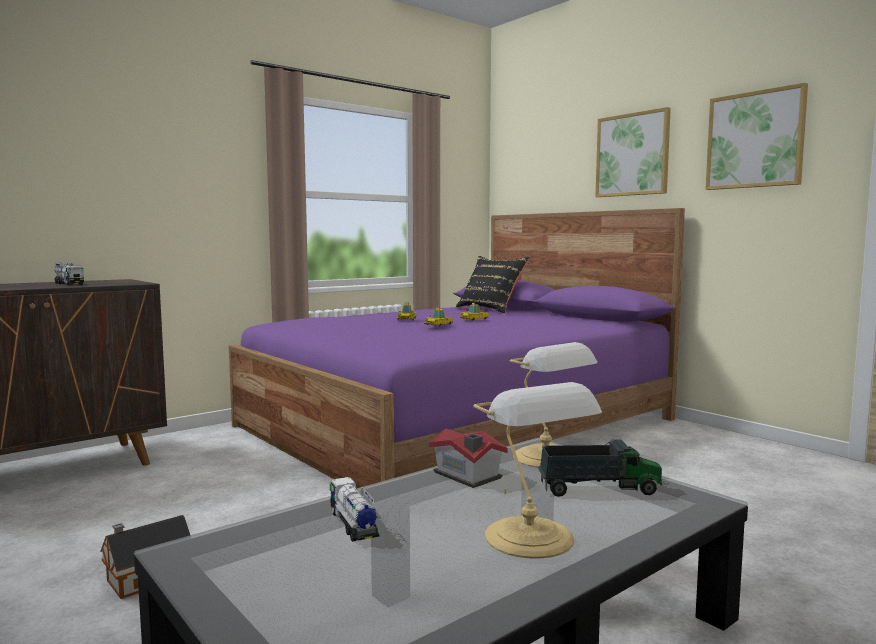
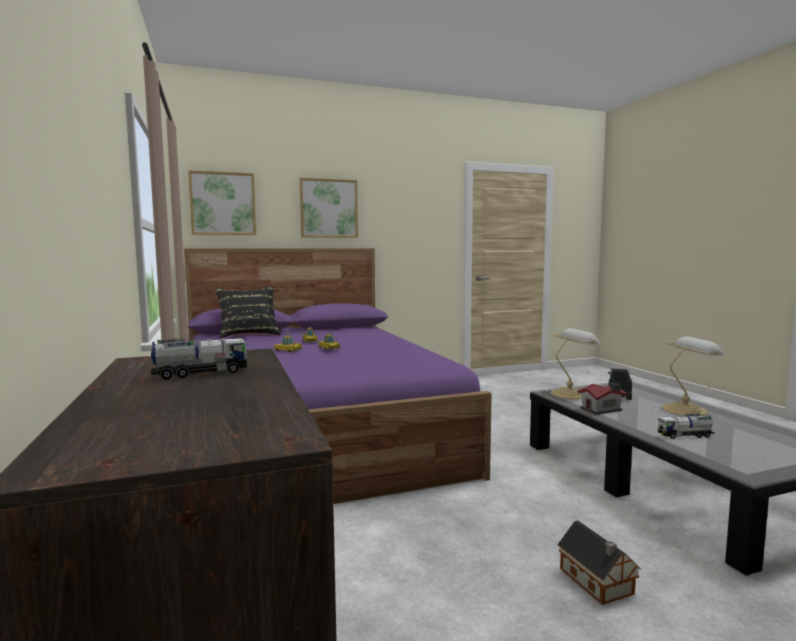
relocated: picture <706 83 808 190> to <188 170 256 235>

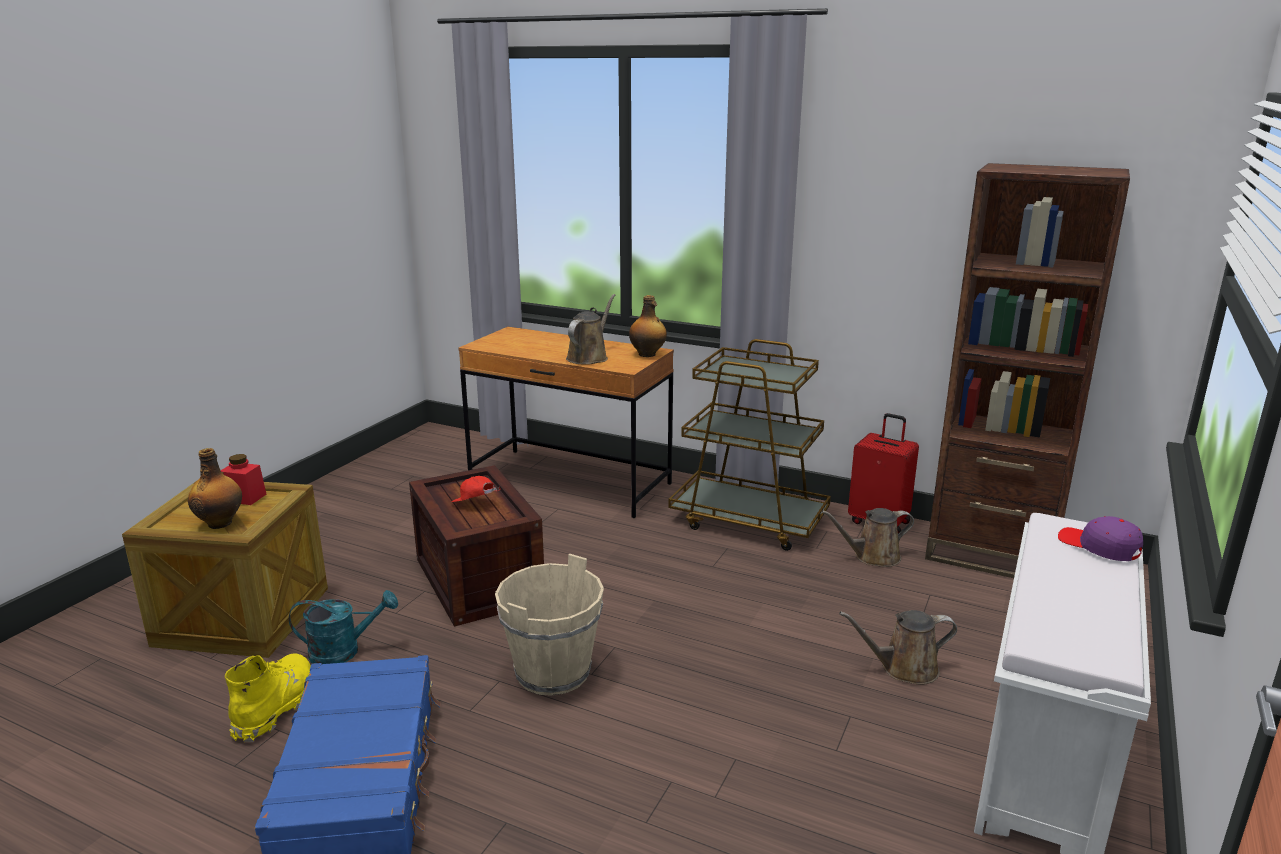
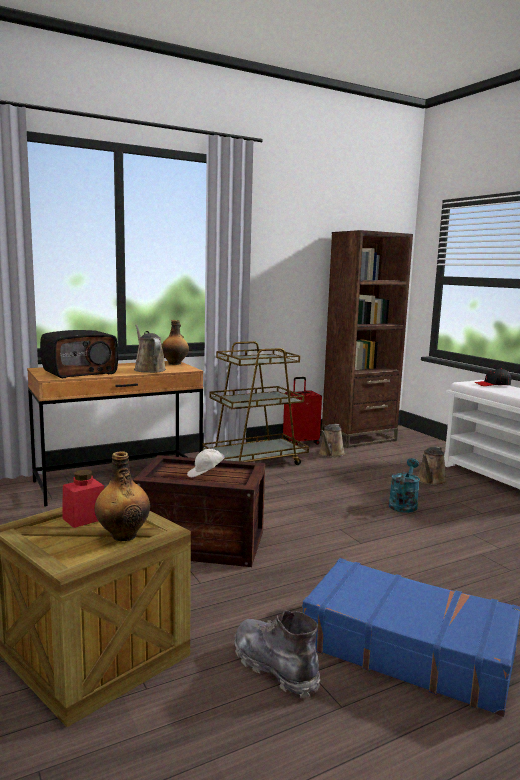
missing: bucket in beige <495 554 604 696>
appeared: radio <40 330 118 378>
relocated: watering can in turquoise <289 590 398 664> to <388 458 420 513>
colour: boot in yellow <225 653 311 742> to boot in grey <234 610 320 698>; cap in red <451 476 501 502> to cap in white <187 449 229 477>; cap in purple <1058 516 1143 561> to cap in black <475 369 511 386>

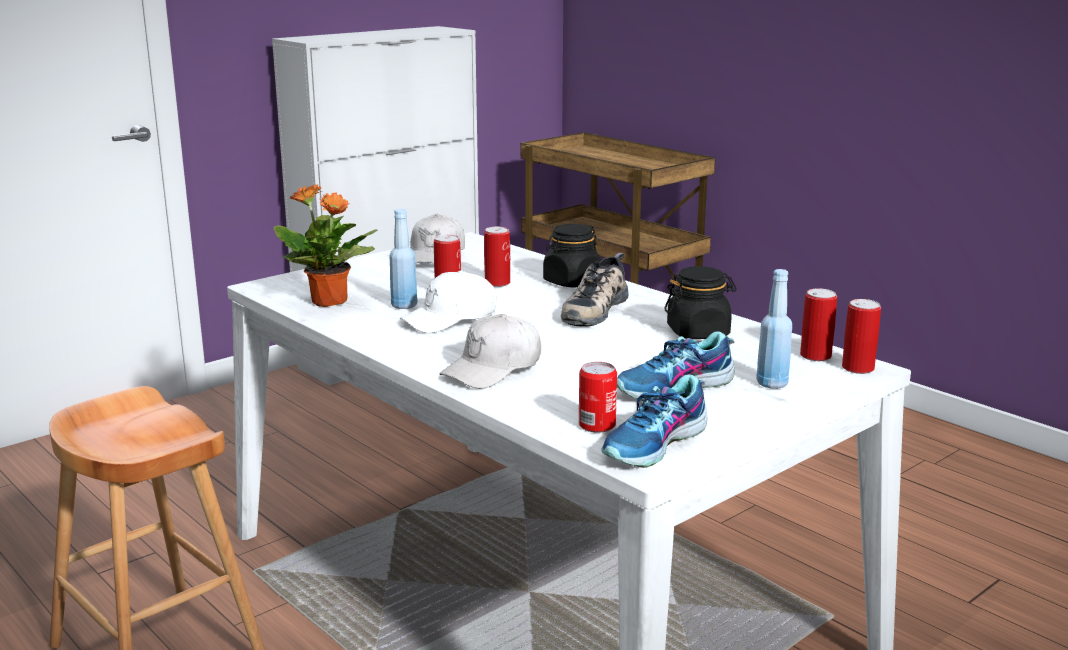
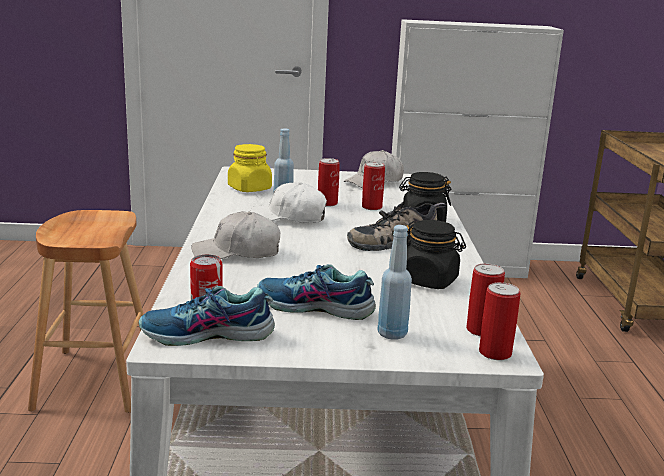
exchanged: potted plant <274 185 378 307> to jar in yellow <228 144 272 192>

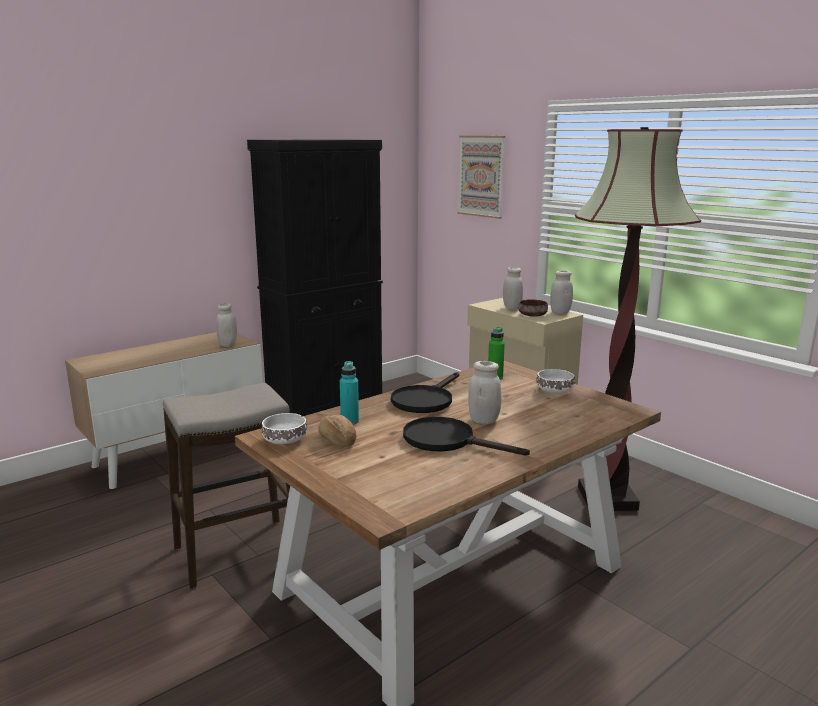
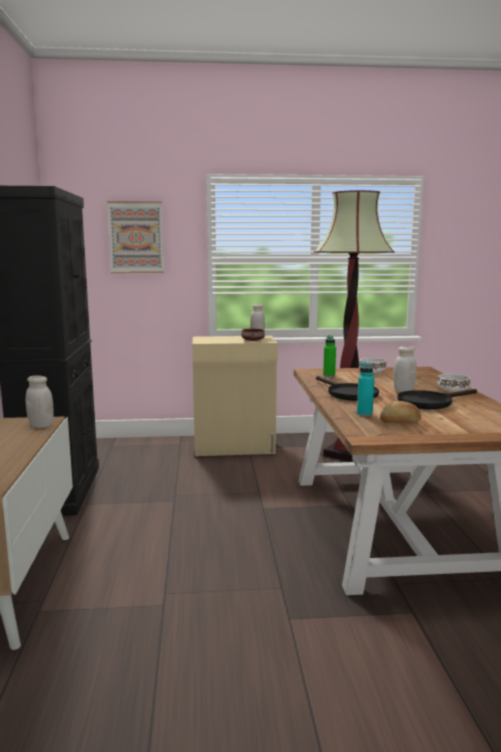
missing: stool <163 383 290 588>; jar in white <503 267 523 310>
relocated: bowl in white <262 413 307 444> to <438 374 470 392>

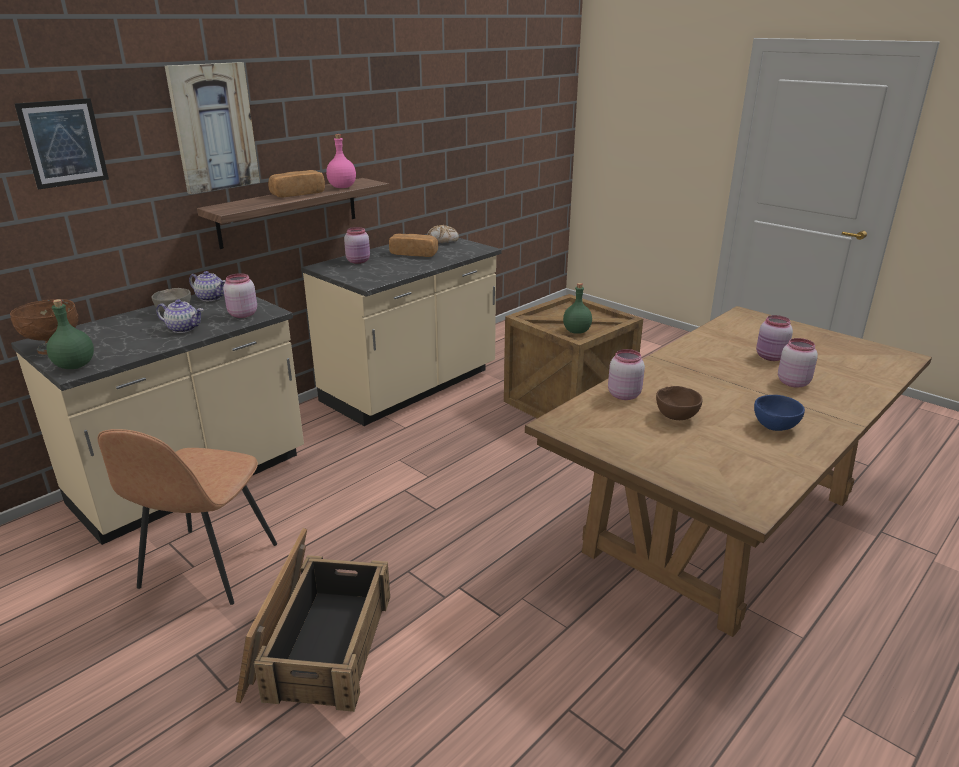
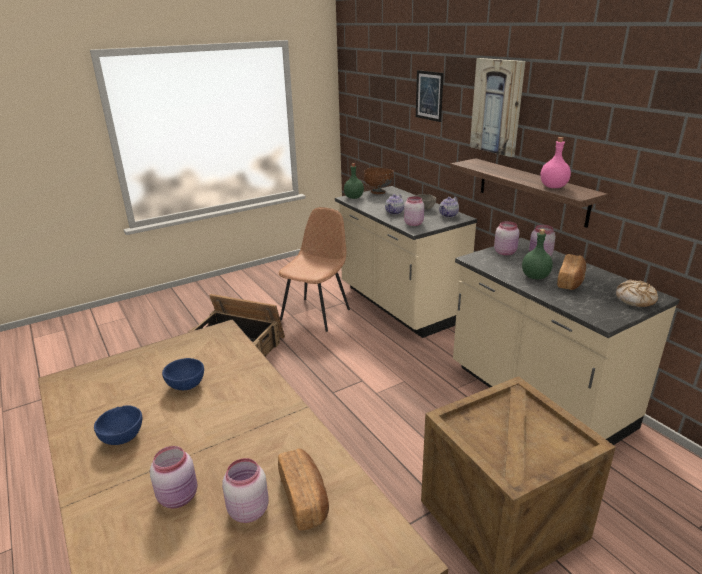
relocated: bread <268 170 325 197> to <278 448 329 531>; bottle in green <563 283 592 334> to <522 229 553 279>; jar in pink <608 349 645 400> to <494 221 519 255>
colour: bowl in brown <656 386 703 420> to bowl in blue <162 358 204 390>
spun: chair in brown <97 429 277 605> = <279 207 350 332> 90 degrees clockwise

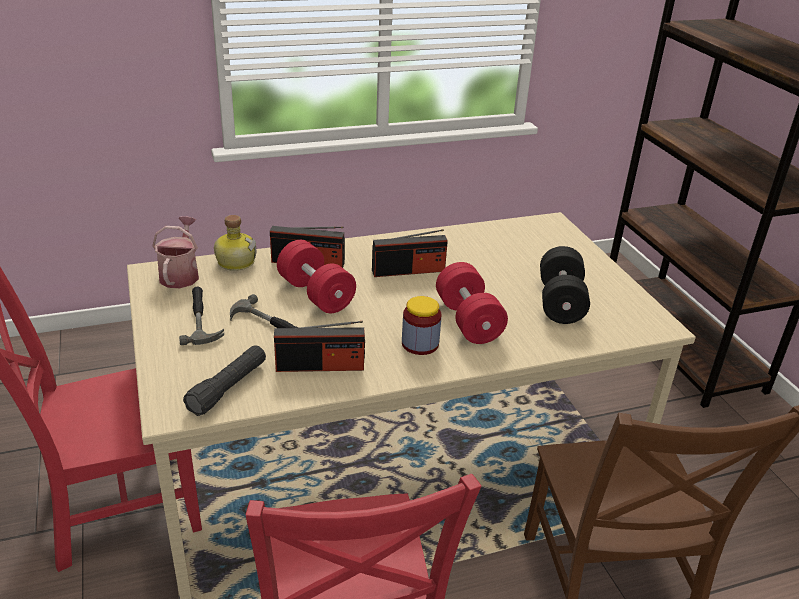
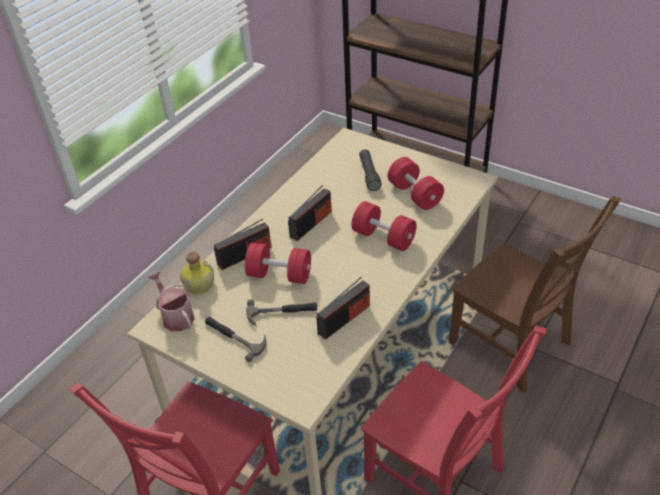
missing: jar <402 296 442 355>
relocated: flashlight in black <183 345 266 416> to <359 149 382 191>
colour: dumbbell in black <540 246 590 324> to dumbbell in red <388 157 444 210>

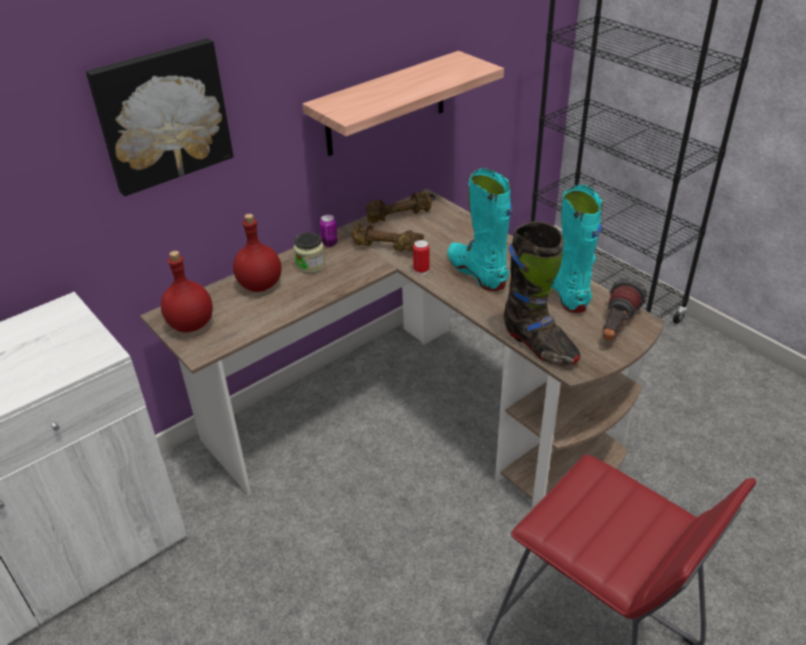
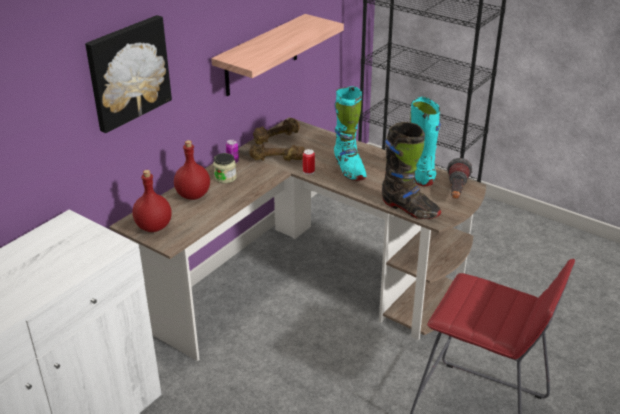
spun: boot in turquoise <447 168 512 291> = <334 86 366 181> 150 degrees counterclockwise

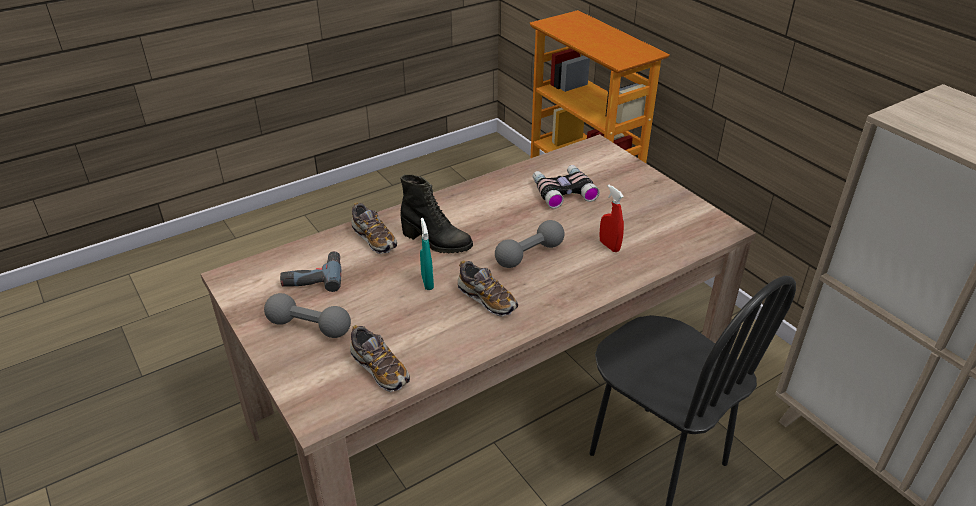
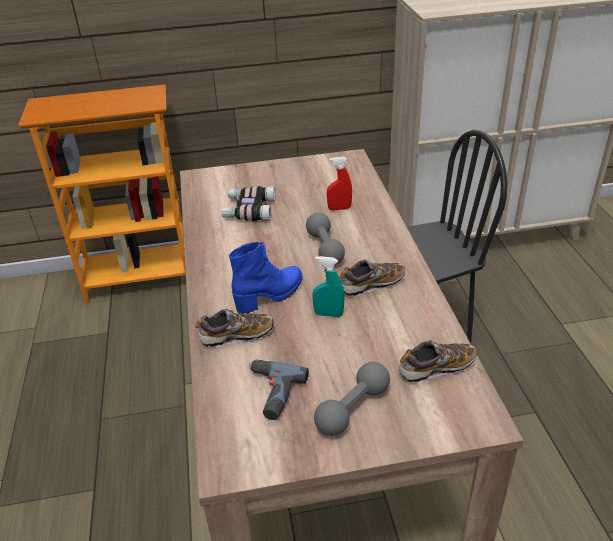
colour: boot in black <400 175 473 253> to boot in blue <229 242 303 314>

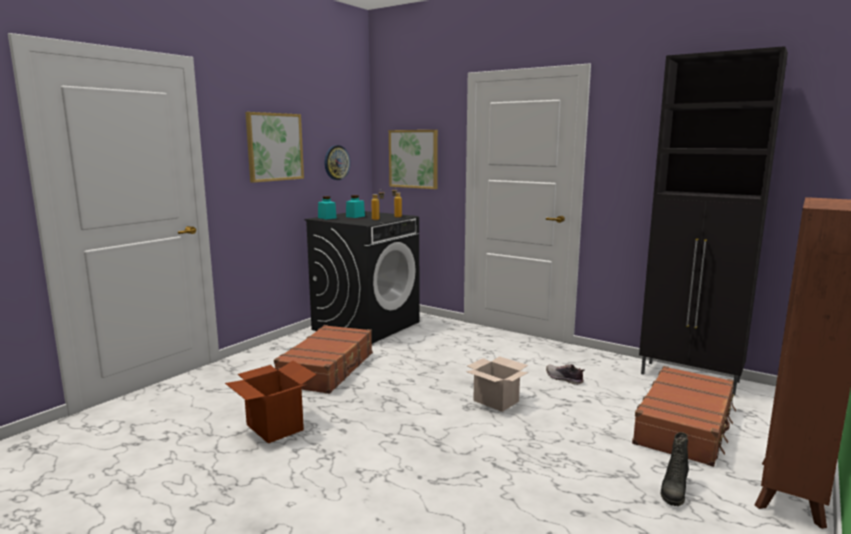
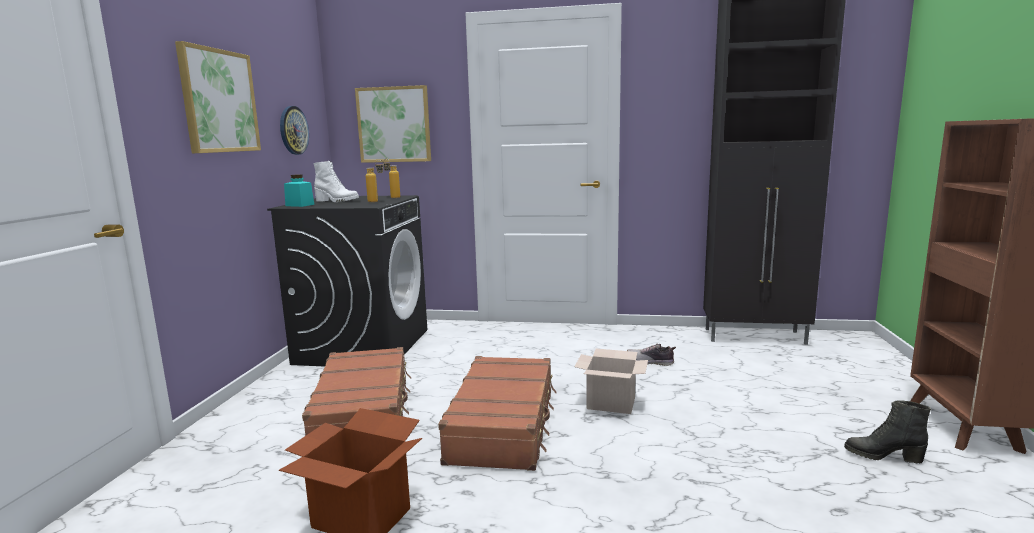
relocated: suitcase in brown <632 366 736 467> to <438 356 557 471>
exchanged: jar in turquoise <346 195 365 218> to boot in white <314 161 359 202>
spun: boot in black <660 432 689 506> = <844 400 931 463> 105 degrees clockwise

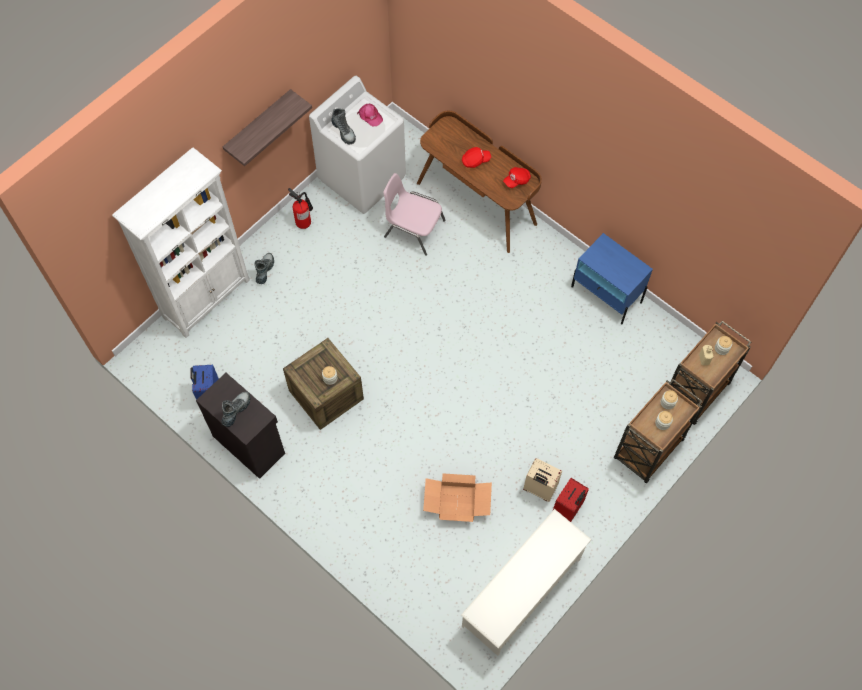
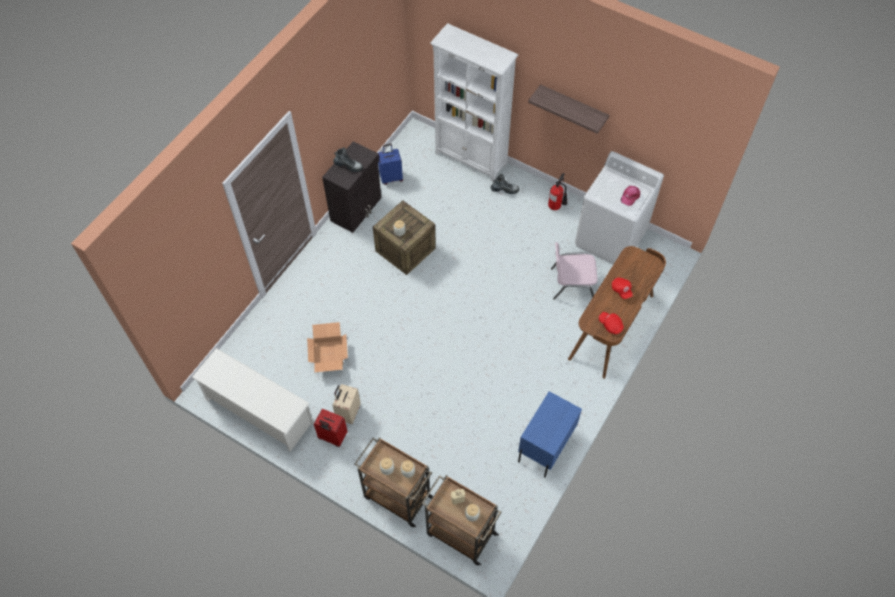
missing: boot <331 108 356 144>
spun: chair in pink <383 173 446 256> = <551 242 598 300> 105 degrees counterclockwise

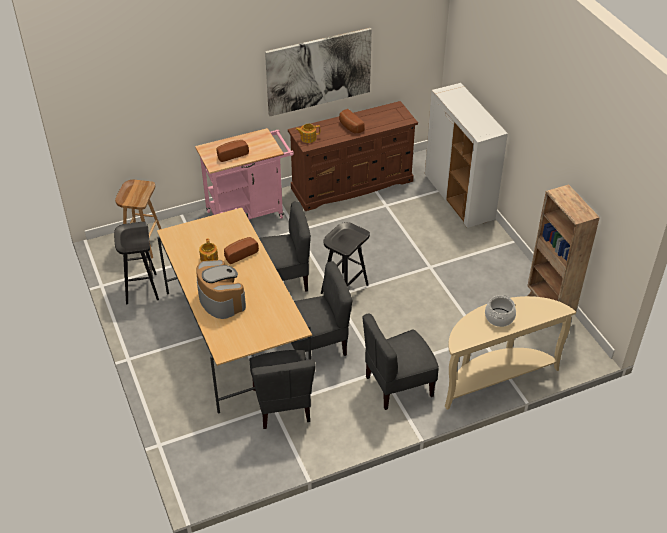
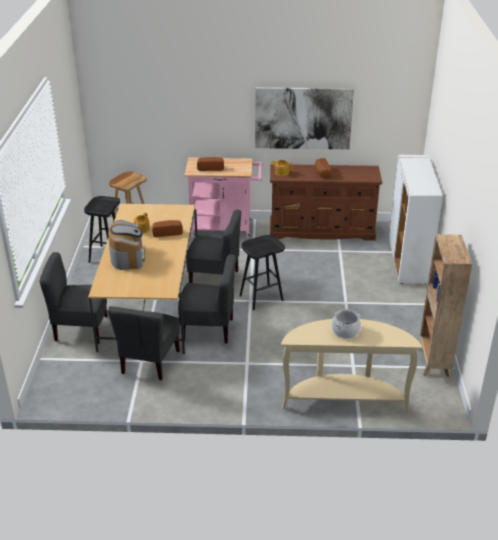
relocated: chair in grey <362 313 439 410> to <39 252 108 344>

